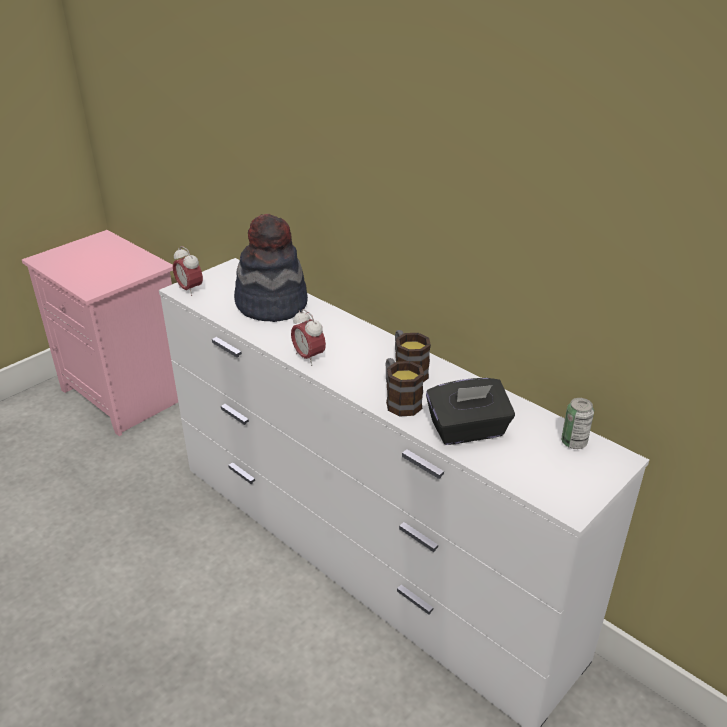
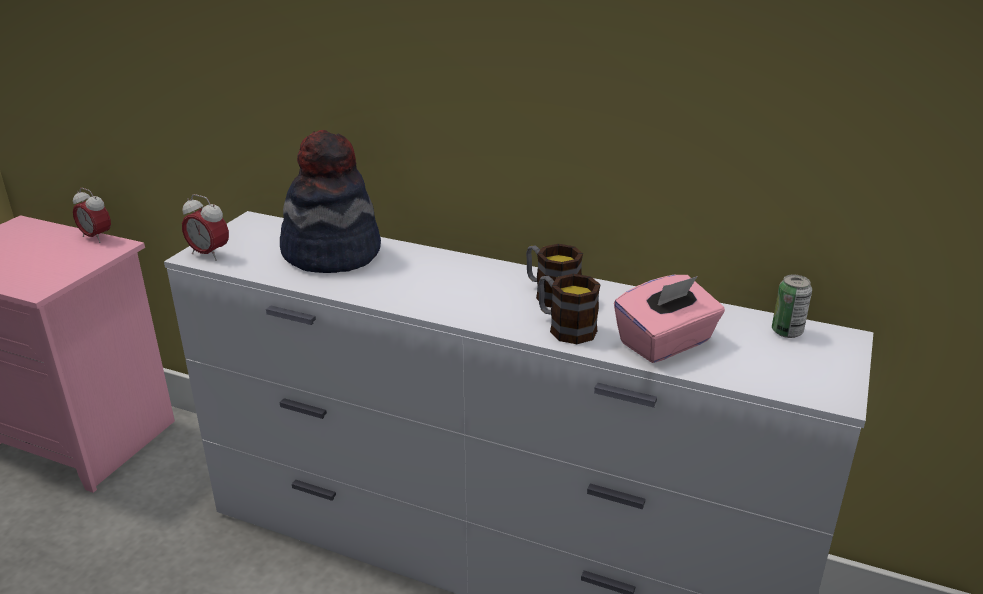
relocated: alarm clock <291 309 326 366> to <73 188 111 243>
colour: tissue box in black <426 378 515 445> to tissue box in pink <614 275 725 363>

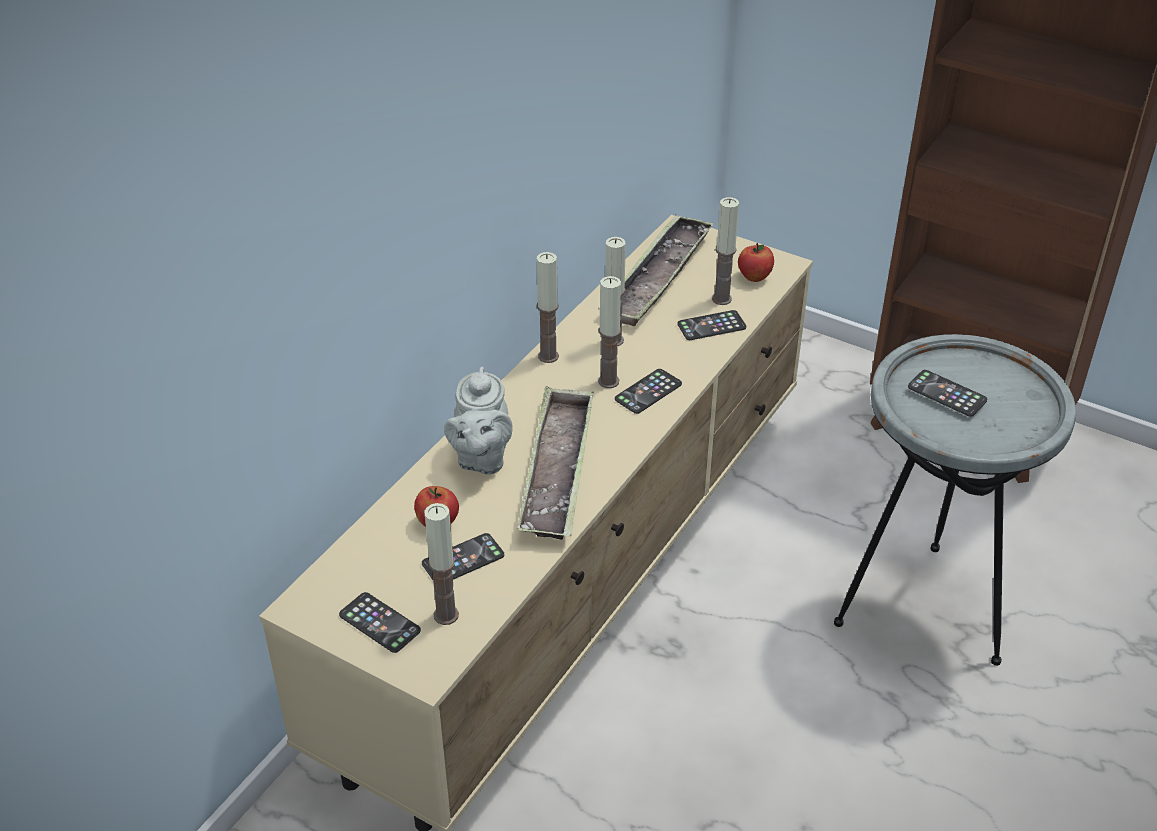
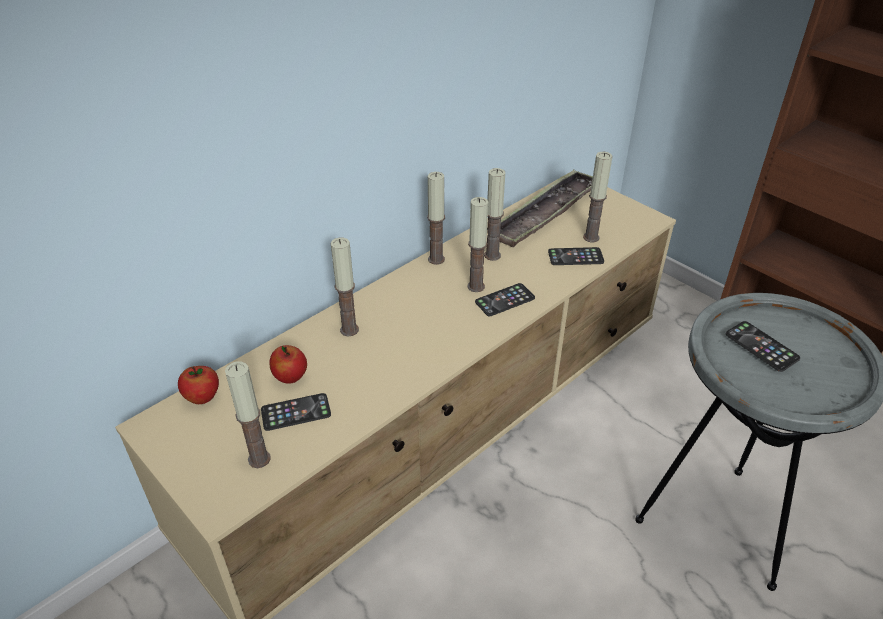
missing: phone <339 592 421 653>; tray <517 386 594 540>
relocated: apple <738 243 774 282> to <178 366 219 404>
exchanged: teapot in grey <444 367 513 475> to candle <331 237 359 337>

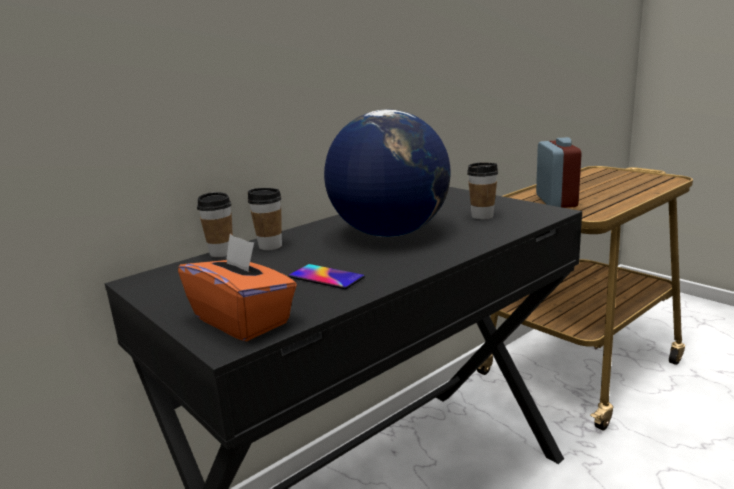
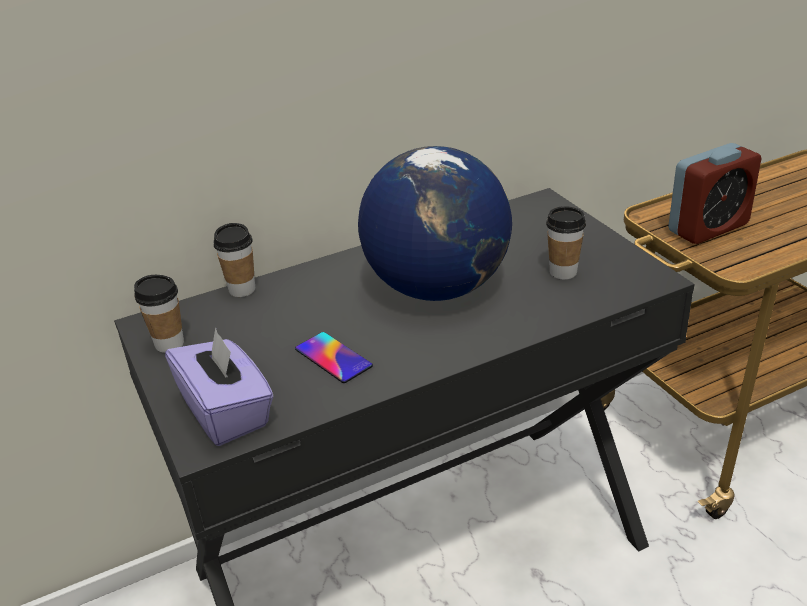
relocated: cup <247 188 282 250> to <134 275 184 353>
colour: tissue box in orange <178 234 297 341> to tissue box in purple <165 327 273 446>
spun: alarm clock <536 137 581 208> = <668 143 761 244> 45 degrees clockwise

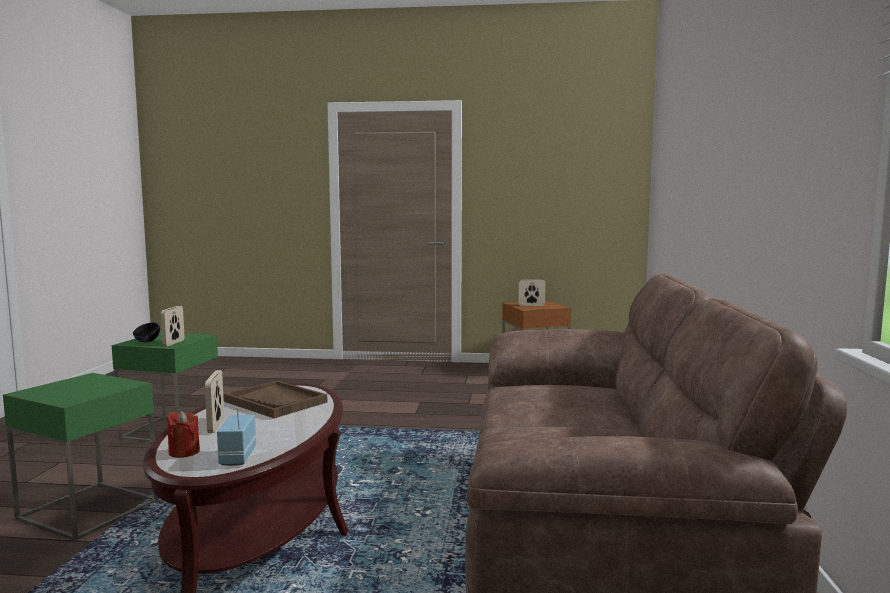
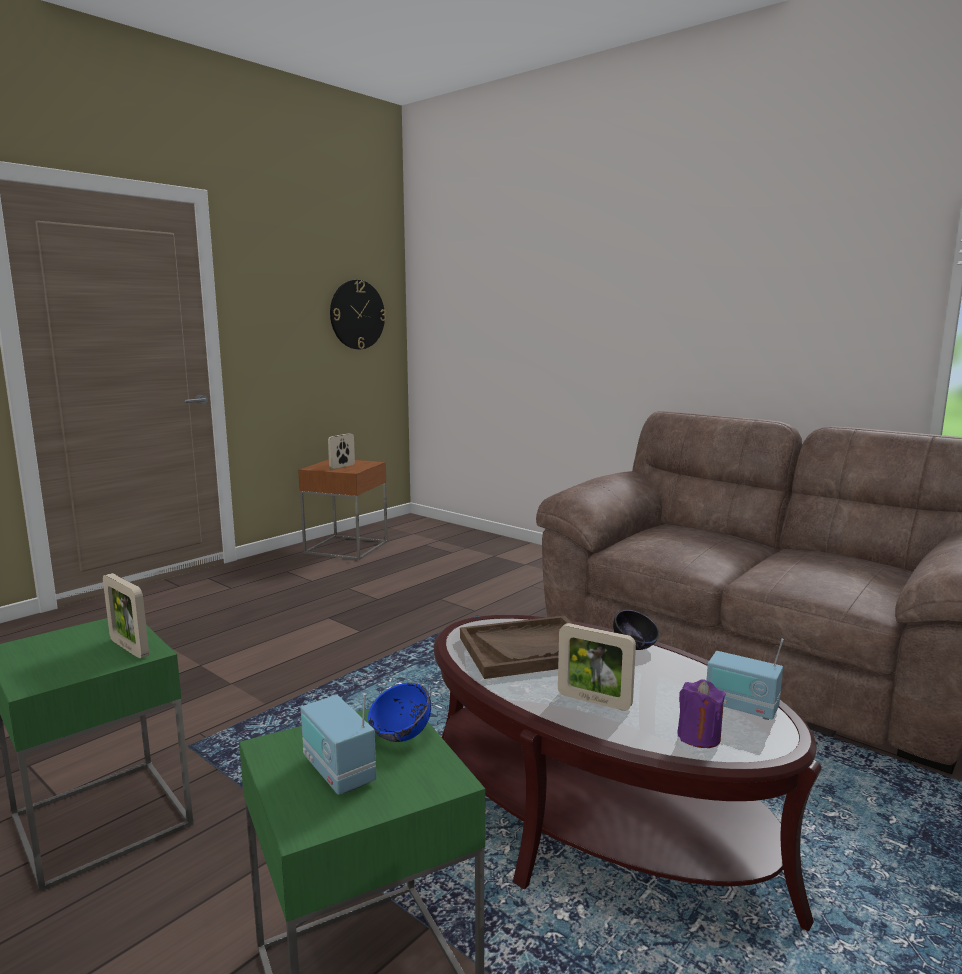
appeared: radio <301 693 376 795>; wall clock <330 280 386 349>; bowl in blue <368 683 431 742>
relocated: bowl in black <133 323 160 342> to <613 610 659 650>
colour: candle in red <166 411 200 458> to candle in purple <677 679 726 748>

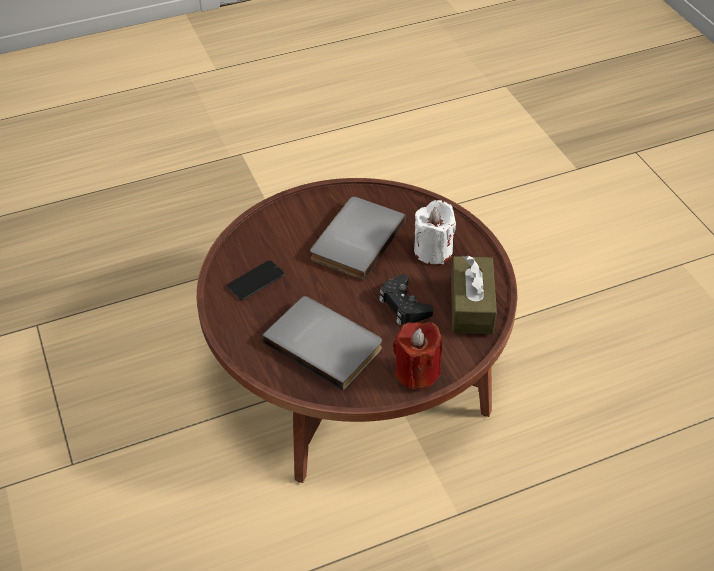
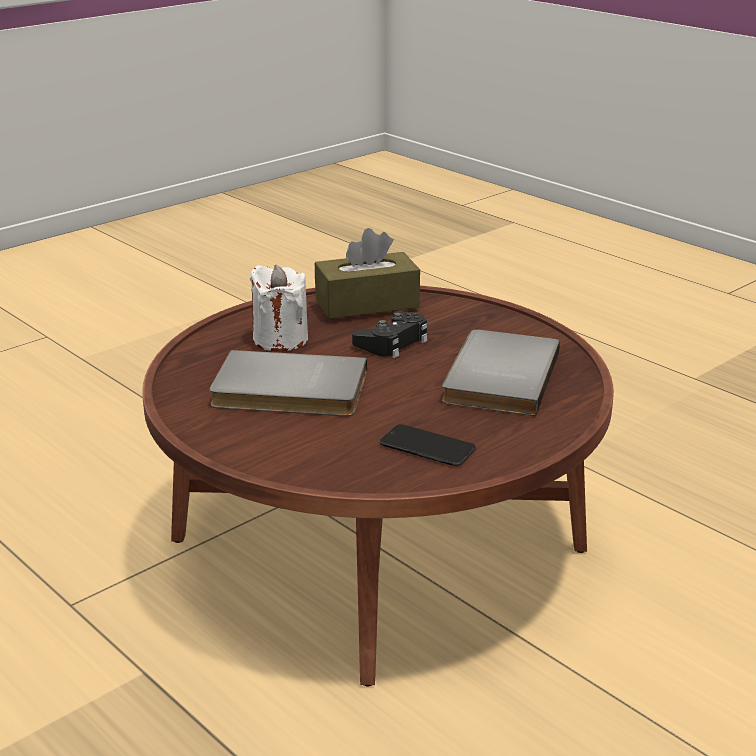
missing: candle in red <393 322 442 390>

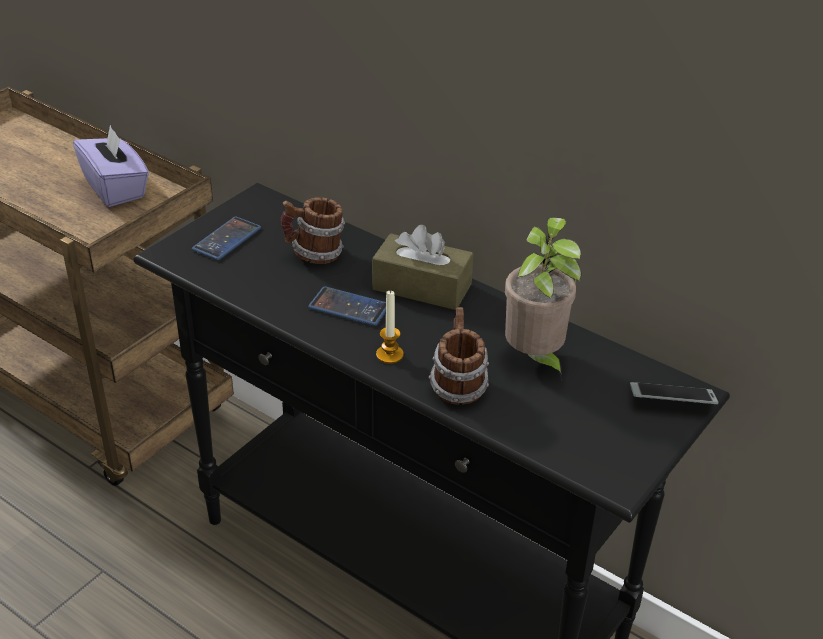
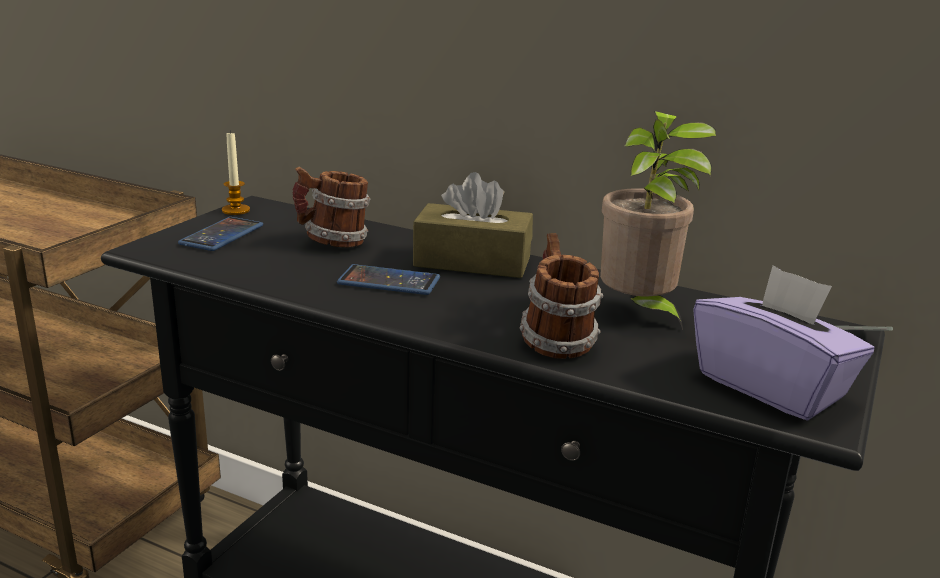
relocated: tissue box in purple <73 125 149 207> to <693 265 874 421>; candle <376 290 404 364> to <222 130 250 215>

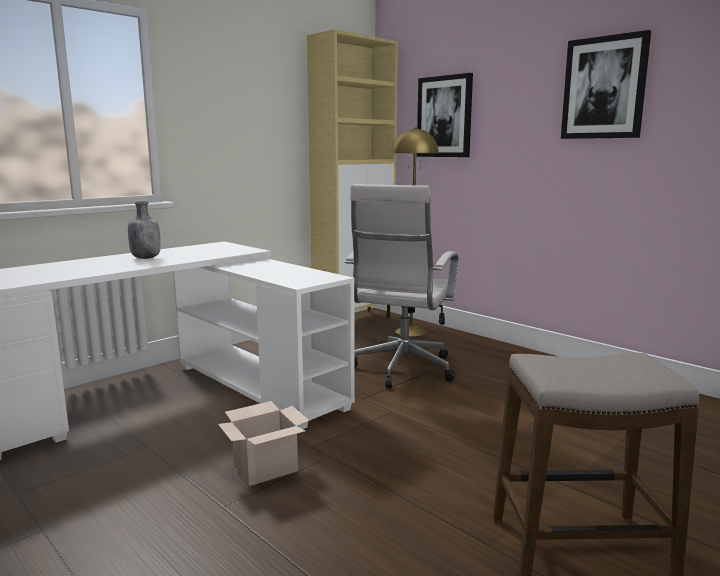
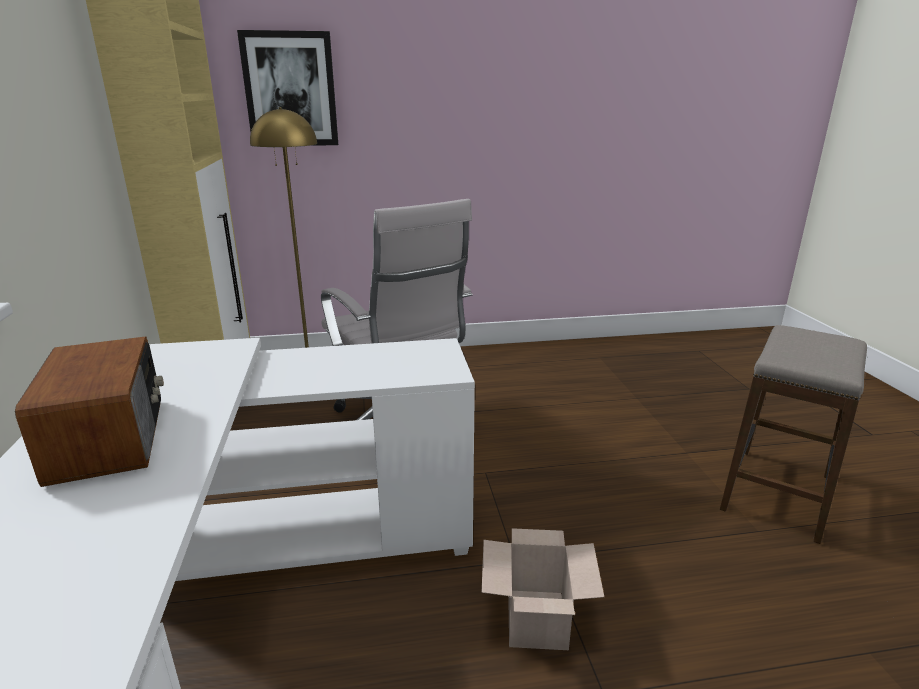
missing: picture <561 30 651 139>
exchanged: bottle in grey <128 202 161 259> to radio <15 337 164 487>

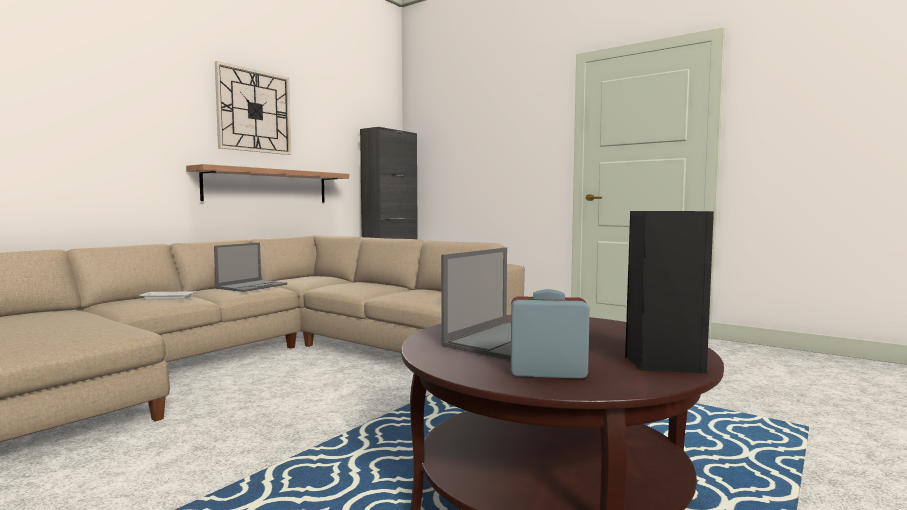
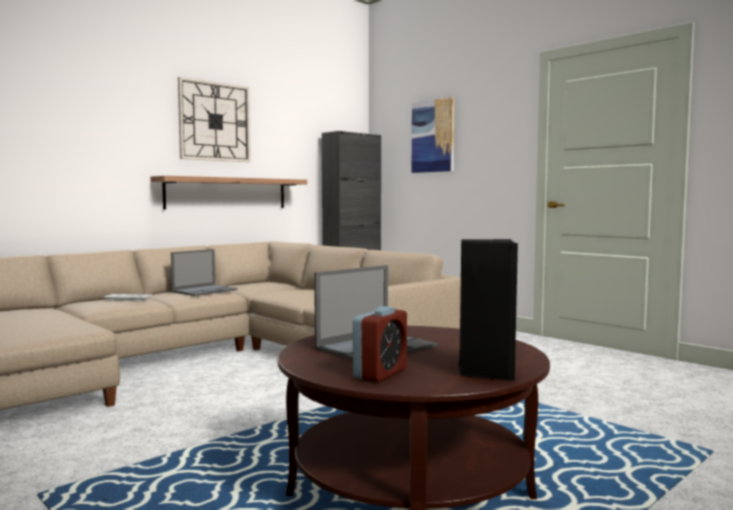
appeared: picture <412 97 454 173>
spun: alarm clock <511 289 590 379> = <353 306 407 382> 105 degrees clockwise

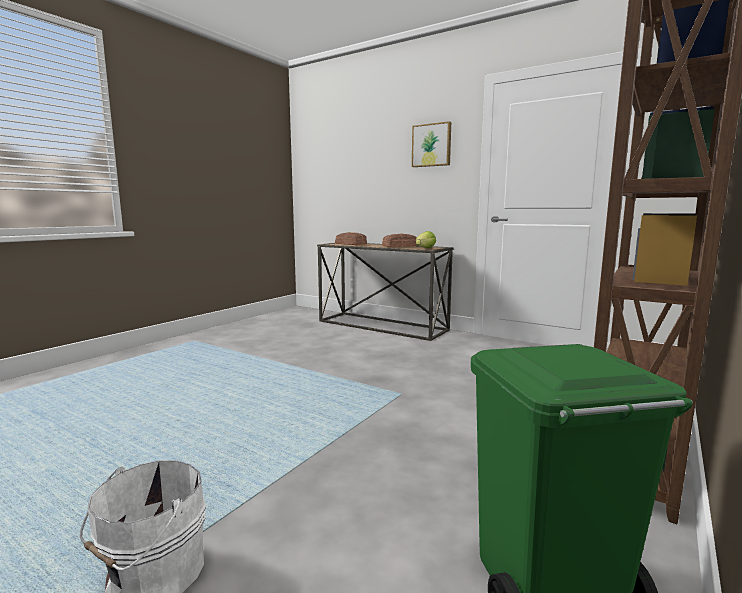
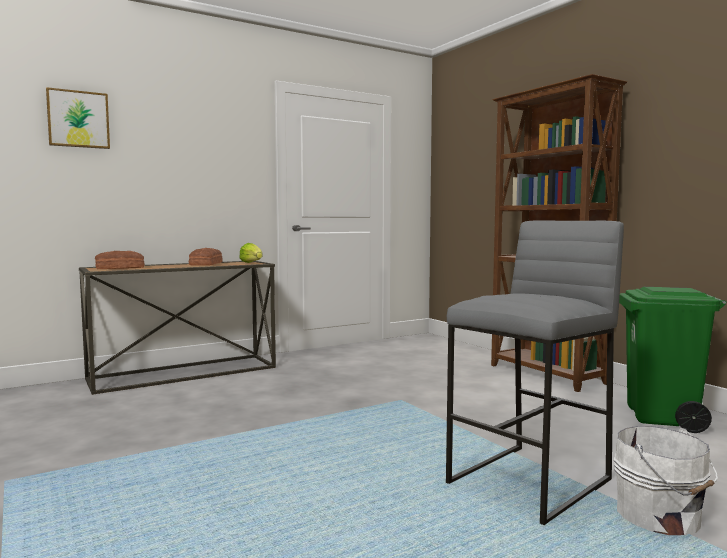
appeared: stool in grey <446 220 624 525>
relocated: picture <412 121 451 167> to <46 87 110 149>

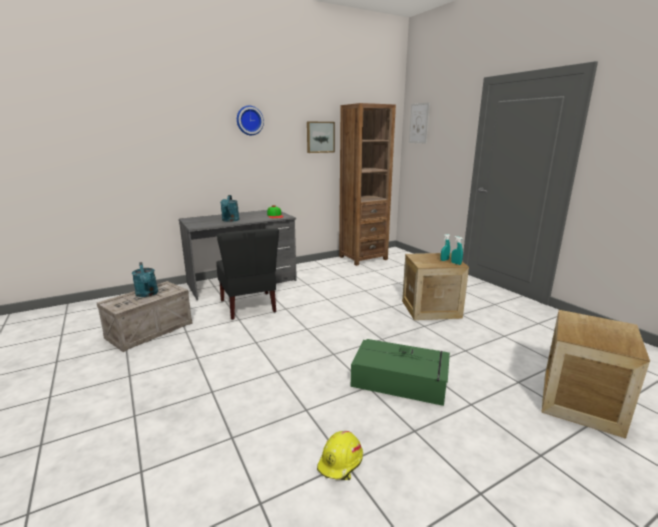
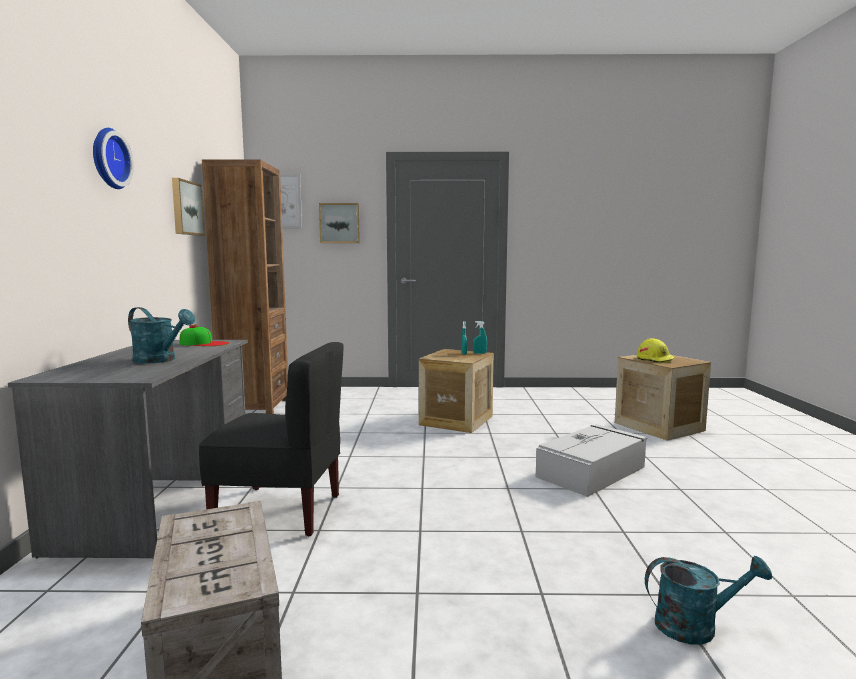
appeared: picture <319 203 360 243>
relocated: watering can in turquoise <132 262 158 297> to <645 555 772 644>; hard hat in yellow <317 431 363 480> to <637 338 675 363>
colour: storage box in green <351 339 450 406> to storage box in grey <536 424 647 497>

